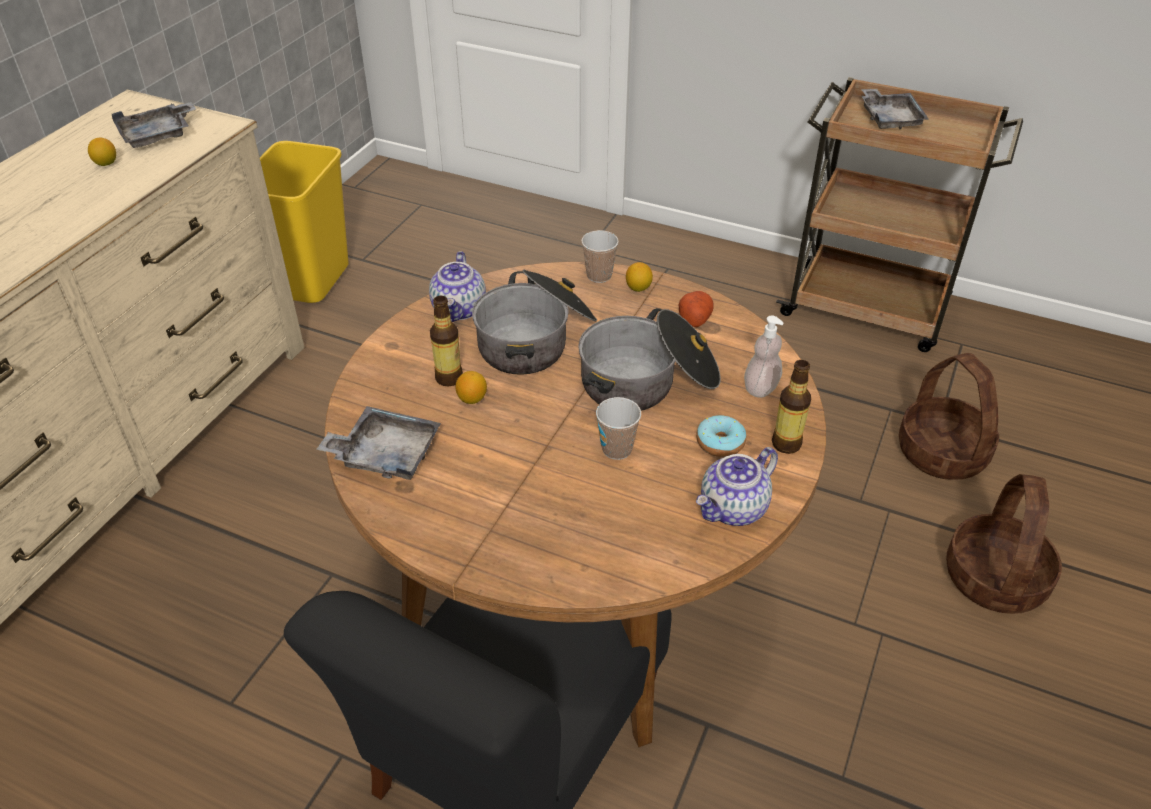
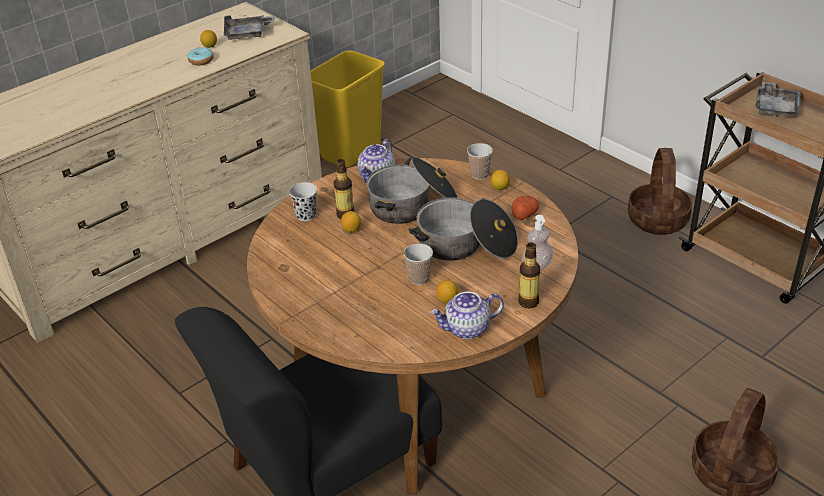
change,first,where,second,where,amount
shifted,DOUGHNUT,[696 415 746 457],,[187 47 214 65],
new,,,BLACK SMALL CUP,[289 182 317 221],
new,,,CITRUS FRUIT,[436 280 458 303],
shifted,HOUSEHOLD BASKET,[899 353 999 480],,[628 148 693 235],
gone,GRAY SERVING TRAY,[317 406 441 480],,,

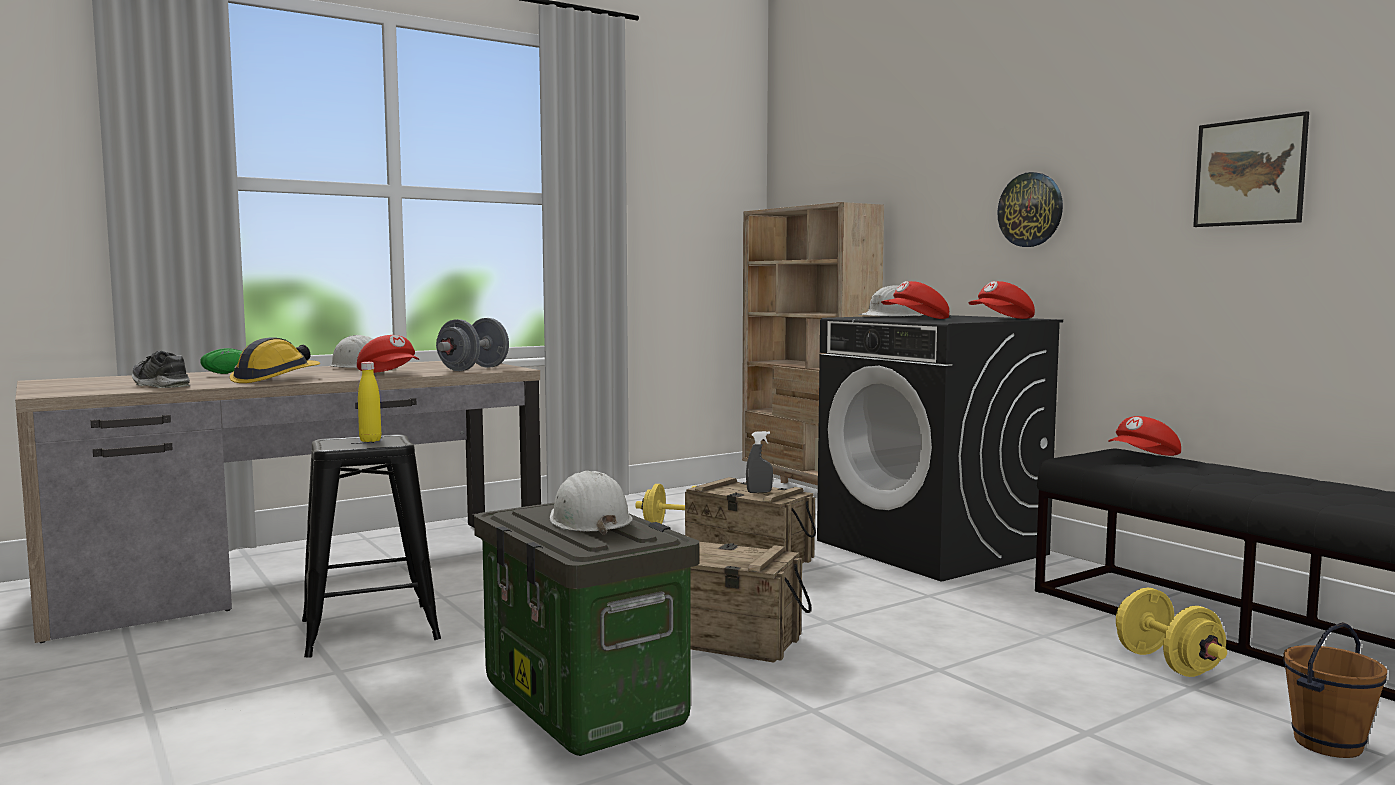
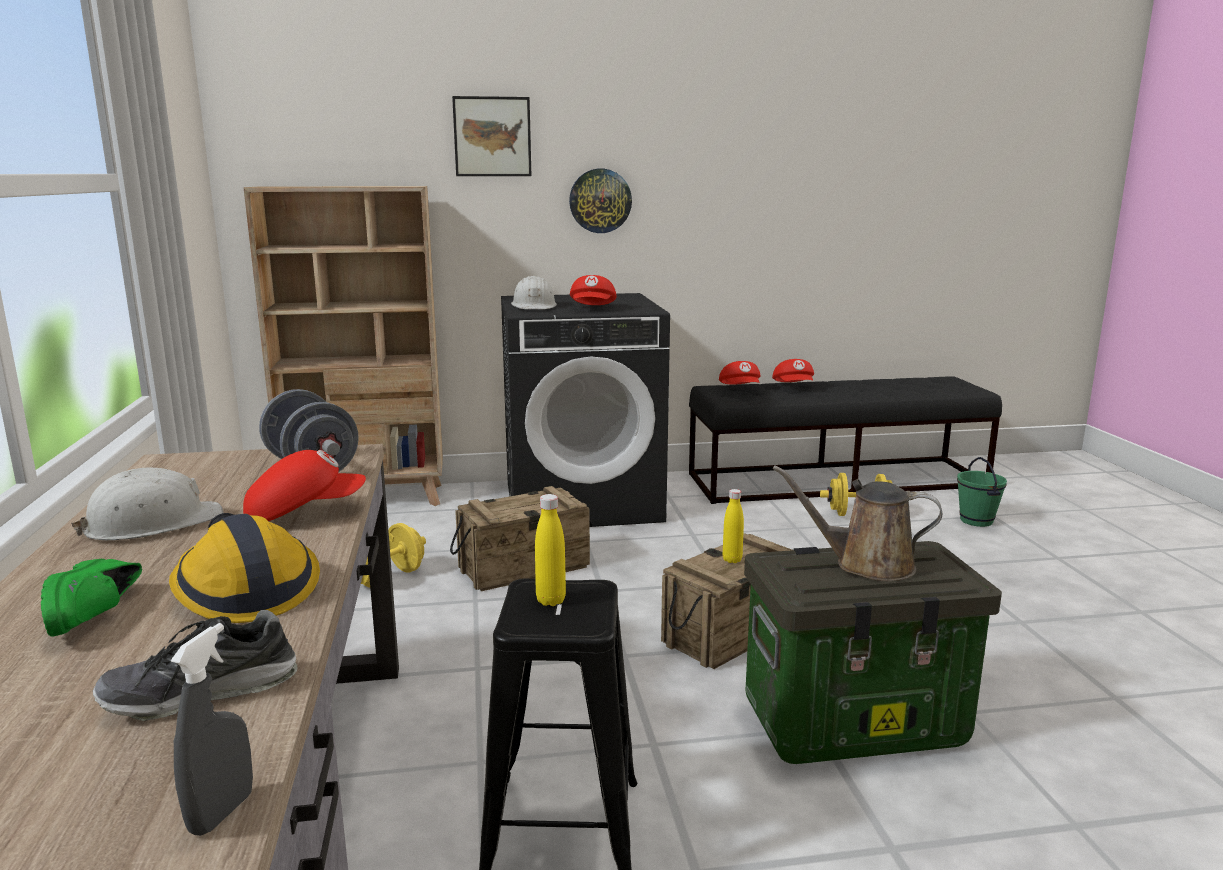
change,first,where,second,where,amount
shifted,GRAY SPRAYER,[746 431 773 493],,[171 623 253 836],
shifted,PICTURE,[1193 111 1309 227],,[452 96 531 176],
new,,,YELLOWISH DRINK BOTTLE,[723 489 744 563],
shifted,REDDISH CAP,[969 281 1035 319],,[772 359 814 382],
swapped,WHITE WORK HELMET,[550 471 633 535],BROWNISH WATERING POT,[773 465 942 581],
repainted,BROWNISH BUCKET,[1283 622 1387 758],GREEN BUCKET,[957 457 1007 527],

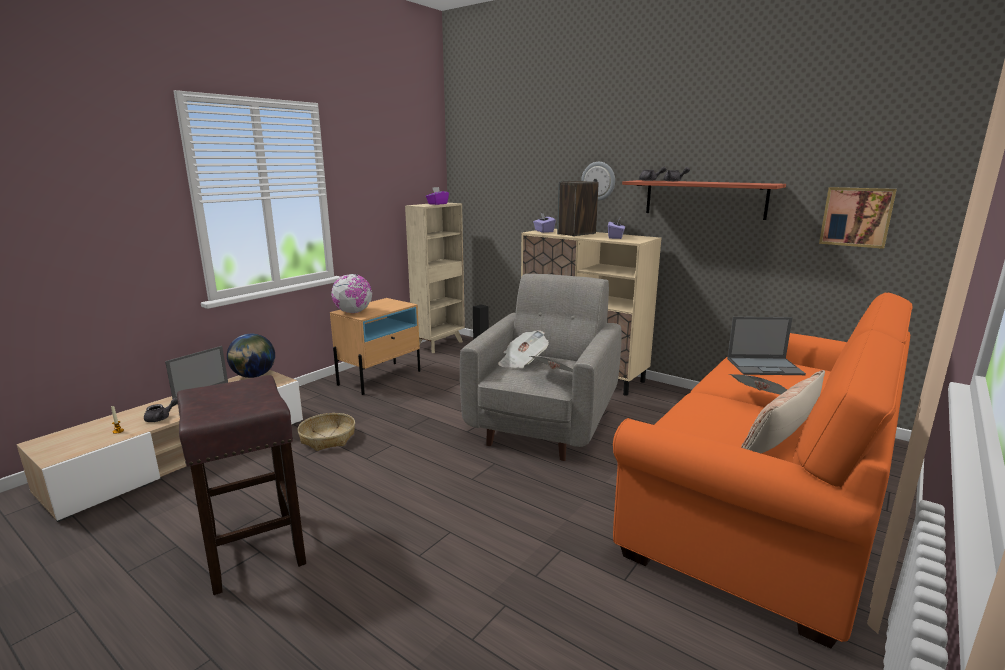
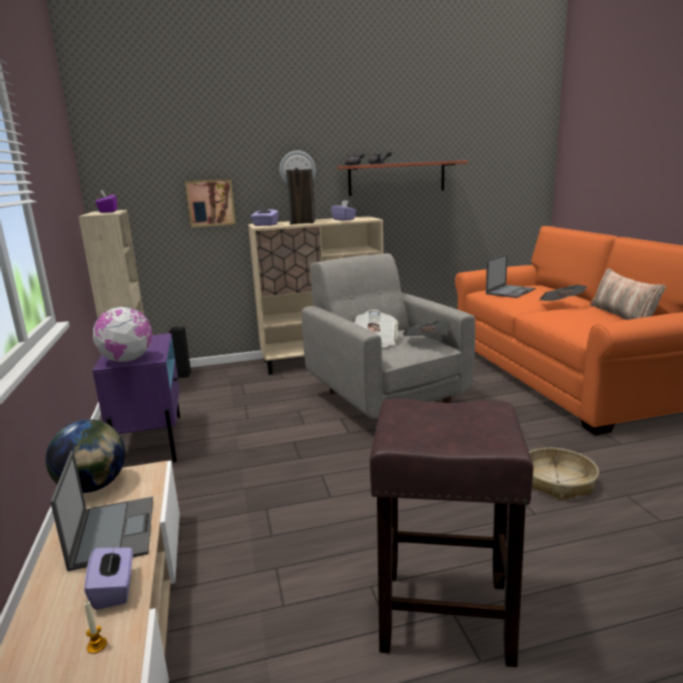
change,first,where,second,where,amount
swapped,GRAY TEAPOT,[144 397 178 422],PURPLISH TISSUE HOLDER,[84 542 133 610],
repainted,SAND-COLOURED NIGHT TABLE,[330 298 420 395],PURPLISH NIGHT TABLE,[93 333 180 462],
shifted,PICTURE,[819 187 897 249],,[185 179 236 227],
shifted,HOUSEHOLD BASKET,[298 413 355 451],,[529 448 599 501],

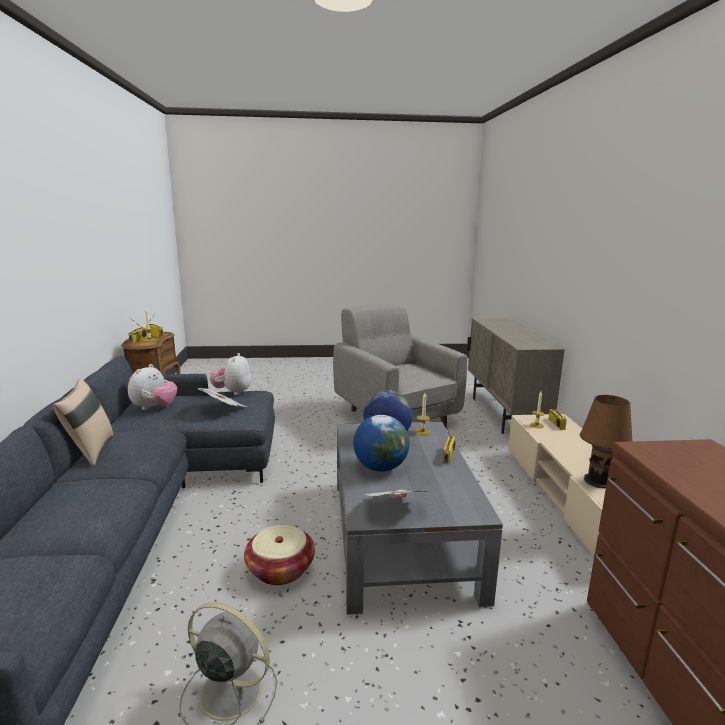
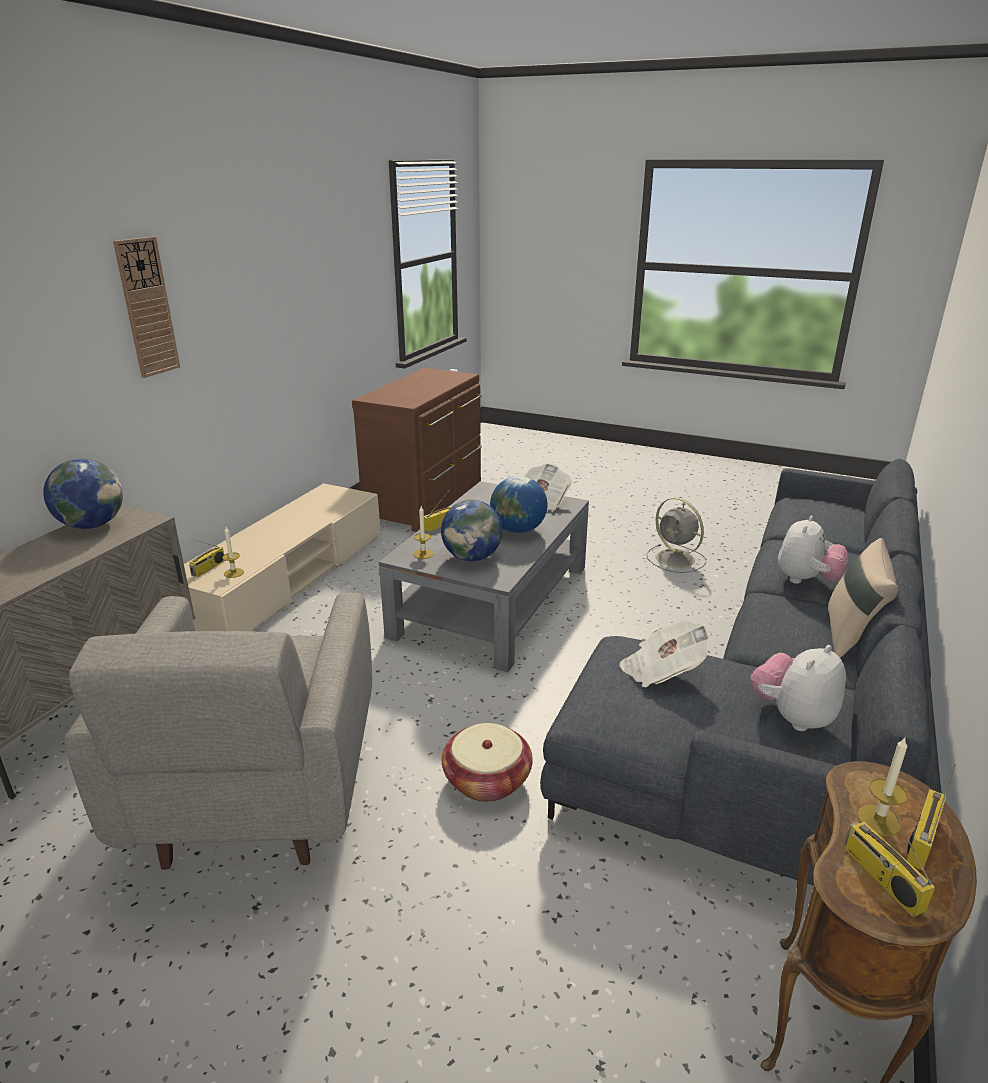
change,first,where,second,where,amount
new,,,DESK GLOBE,[43 459 123 529],
new,,,CLOCK ON THE WALL,[113 237 180 378],
shifted,HOUSEHOLD BASKET,[244 525 315 585],,[442 723 533 802],
shifted,PLUSH TOY,[210 353 251 395],,[778 516 848 584],
gone,BROWNISH TABLETOP LAMP,[580 395 633 489],,,

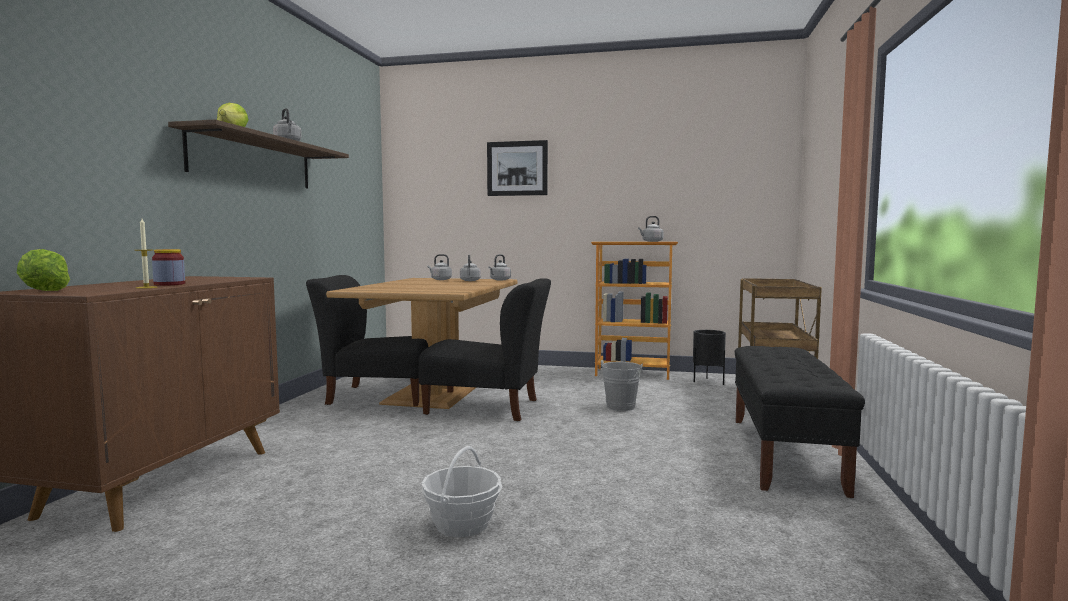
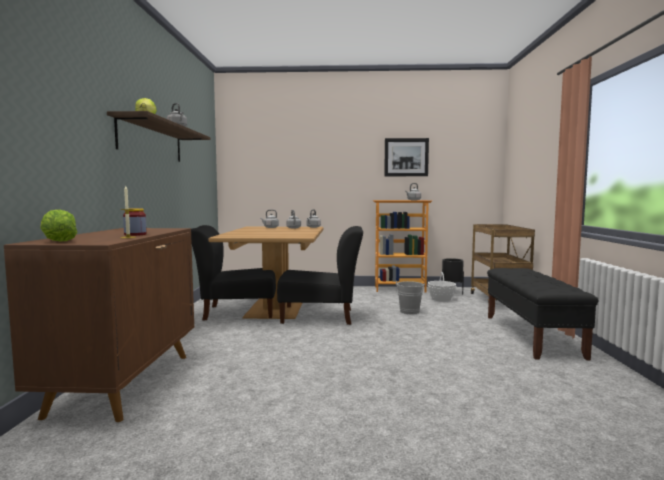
change,first,where,second,where,amount
shifted,PICTURE,[487 140 548 196],,[384 138 429 176],
shifted,HOUSEHOLD BASKET,[421 446 502 537],,[428 272 456 302],

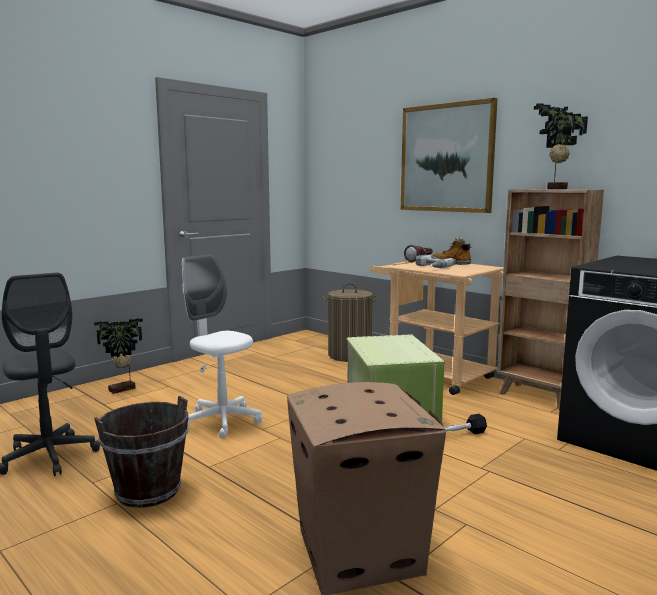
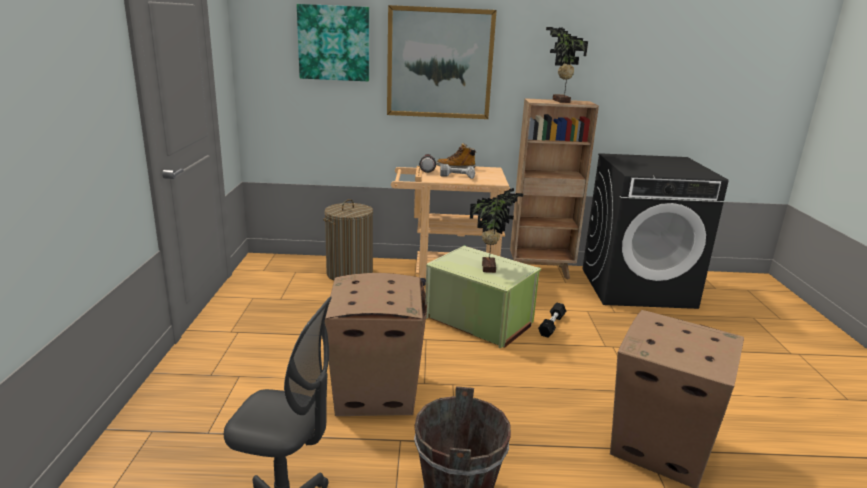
change,first,where,second,where,amount
new,,,PICTURE,[297 4 369 81],
swapped,WHITE DESK CHAIR,[182 254 262 439],CARTON,[324 273 427 416],
shifted,PLANT IN A POT,[94 319 143 394],,[470 188 524 273],

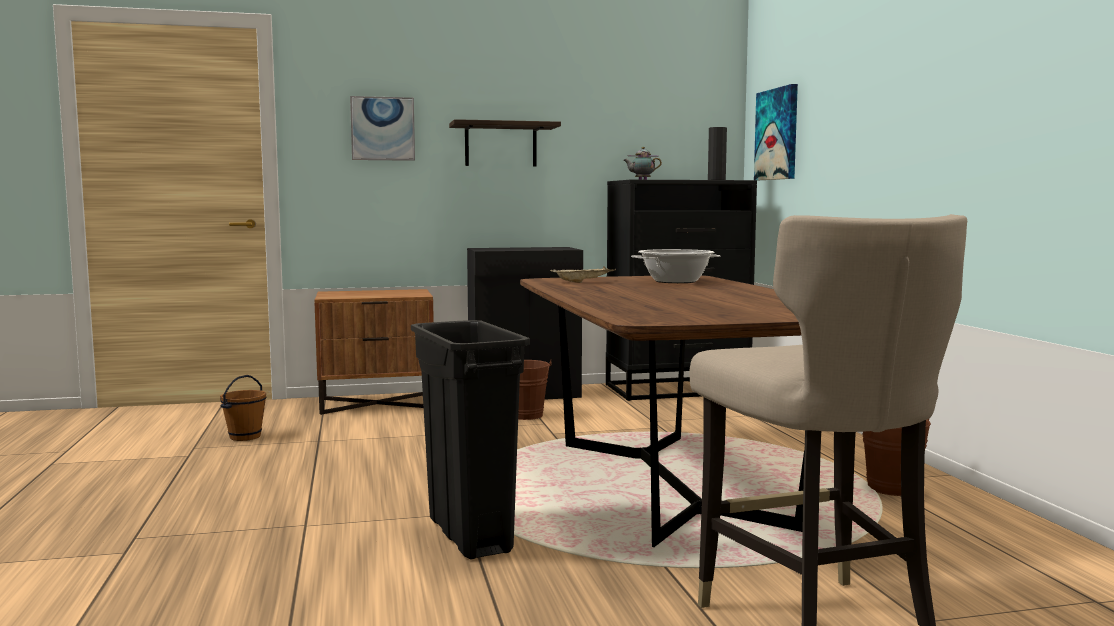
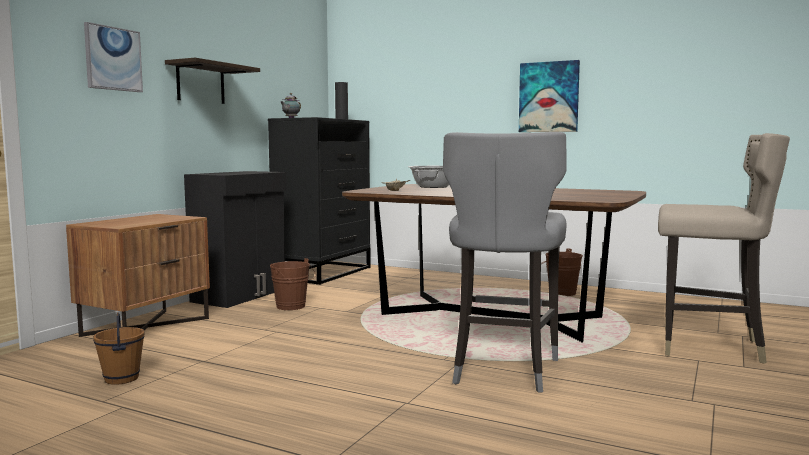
change,first,where,second,where,amount
swapped,BLACK WASTE BIN,[411 320 530 559],GRAY SITTING STOOL,[443 132 567 393],
shifted,PICTURE,[754 84 798 180],,[519 60 580 132],

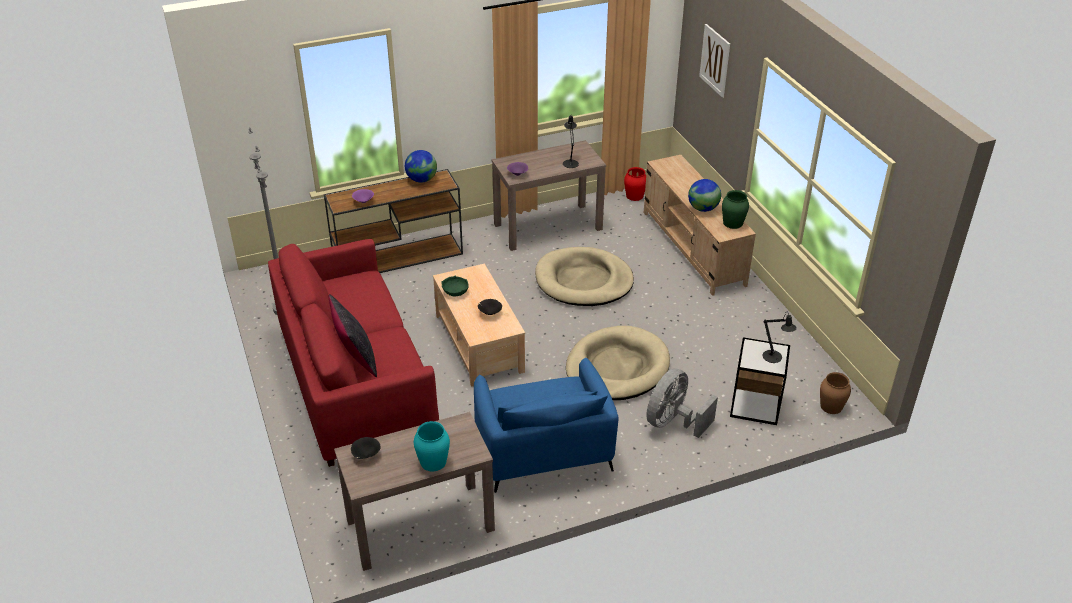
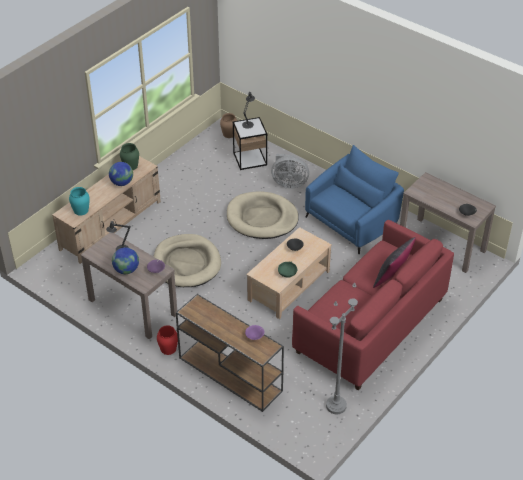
change,first,where,second,where,amount
shifted,TURQUOISE-COLOURED DECORATIVE VASE,[414 421 450 472],,[69 187 90 215],
shifted,DESK GLOBE,[405 150 437 183],,[112 247 139 274],
shifted,REDDISH DECORATIVE VASE,[624 167 646 201],,[157 325 178 355],
gone,PICTURE,[699 24 730 97],,,

